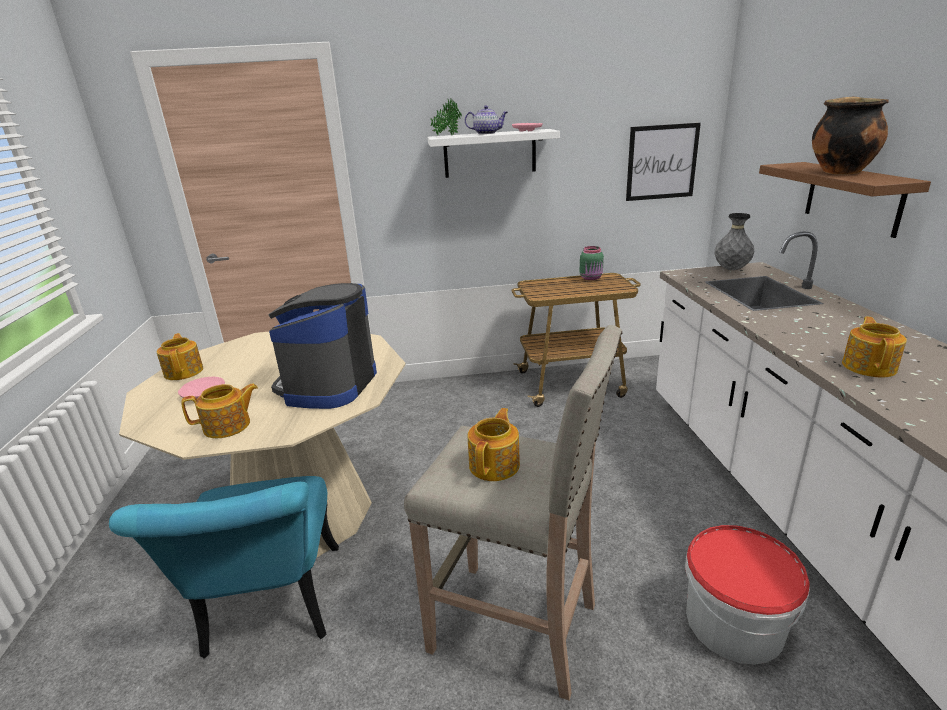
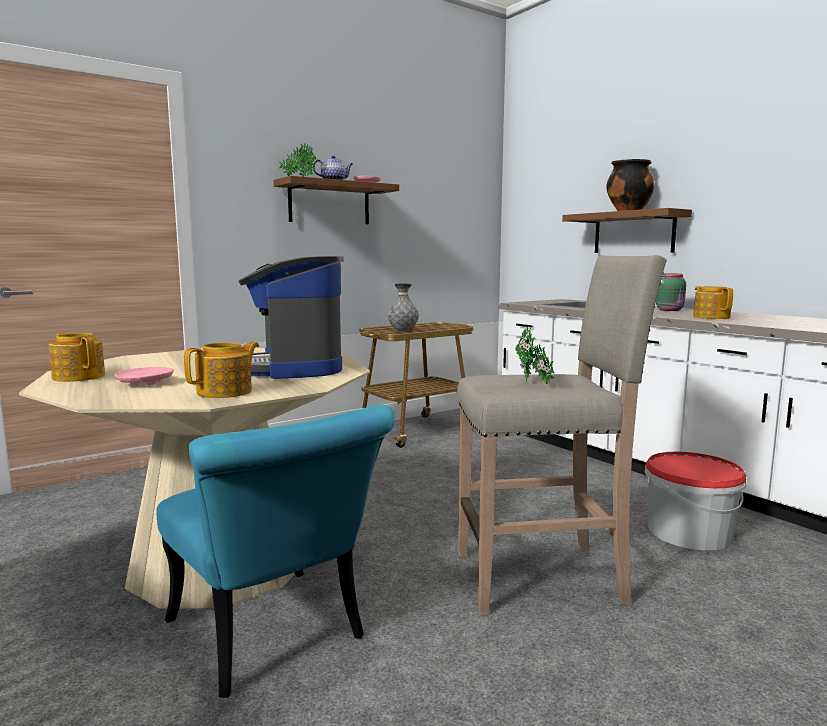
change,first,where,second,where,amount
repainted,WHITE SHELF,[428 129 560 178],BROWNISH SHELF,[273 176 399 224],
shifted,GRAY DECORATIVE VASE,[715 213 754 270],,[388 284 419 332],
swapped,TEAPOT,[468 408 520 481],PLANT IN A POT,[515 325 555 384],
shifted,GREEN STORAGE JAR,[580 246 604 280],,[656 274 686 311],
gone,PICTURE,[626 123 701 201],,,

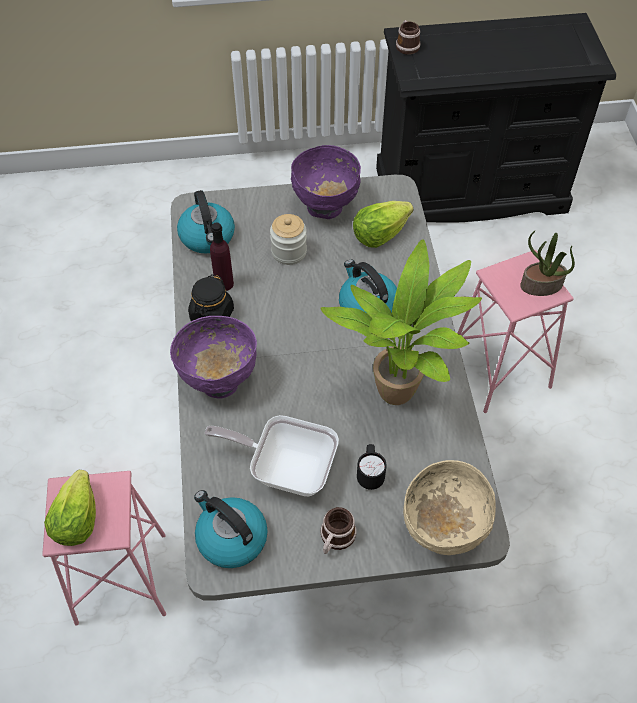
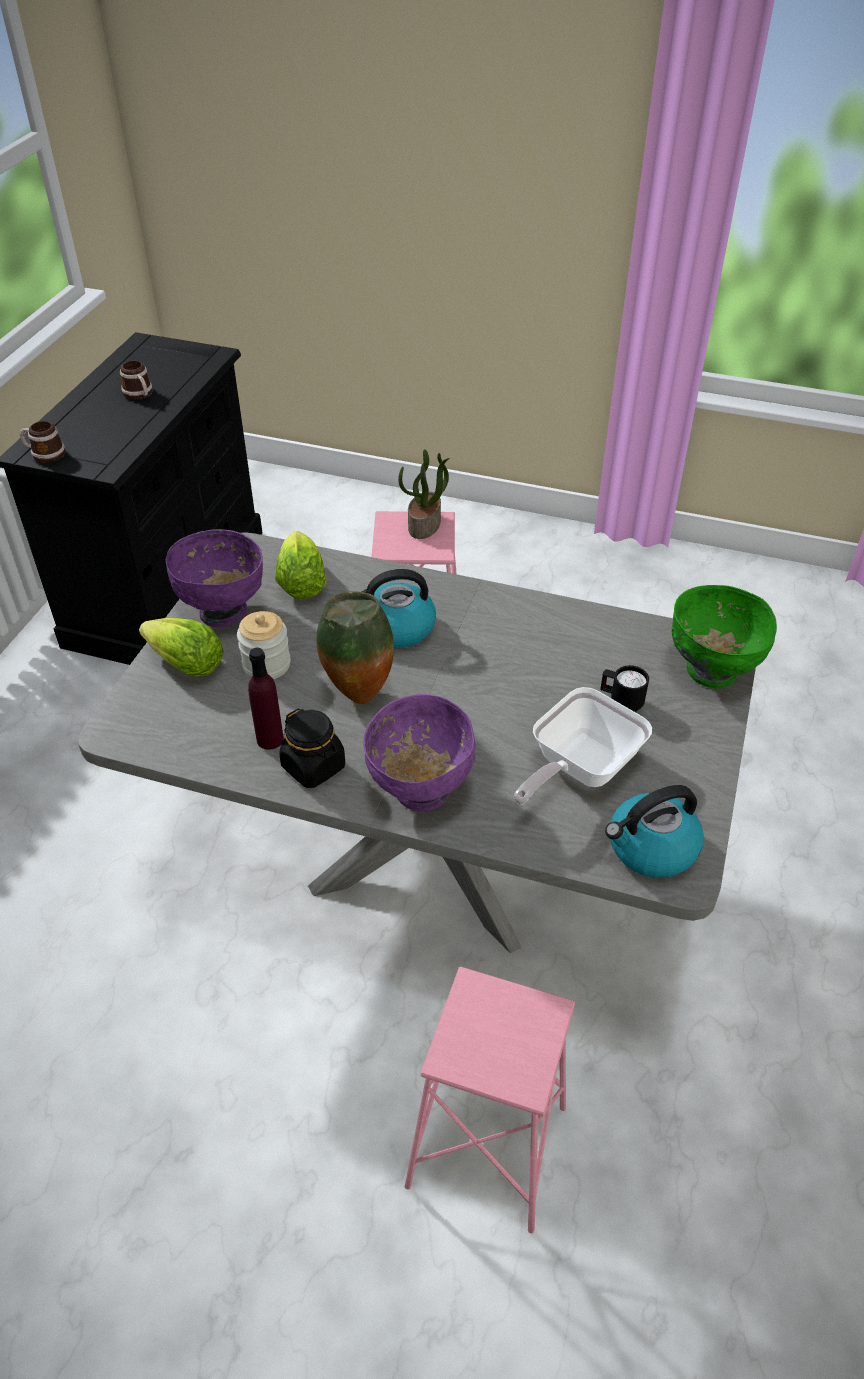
change,first,where,second,where,amount
shifted,COFFEE MUG,[321 507 356 554],,[120 360 153 400],
shifted,LETTUCE,[44 470 96 546],,[139 618 224 677],
new,,,DECORATIVE VASE,[316 591 394 704],
repainted,SAND-COLOURED SERVING BOWL,[403 460 496 555],GREEN SERVING BOWL,[672 585 777 689],
gone,KETTLE,[177 190 235 254],,,
gone,PLANT IN A POT,[320 239 482 405],,,

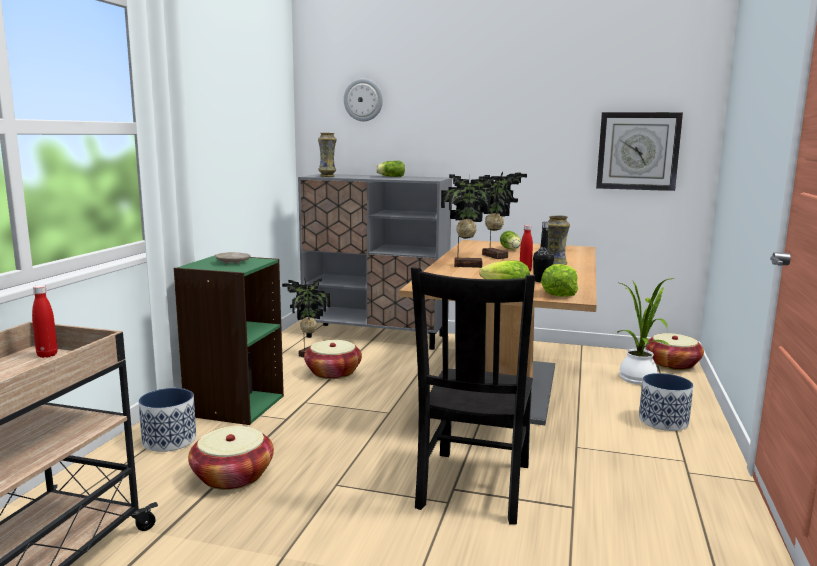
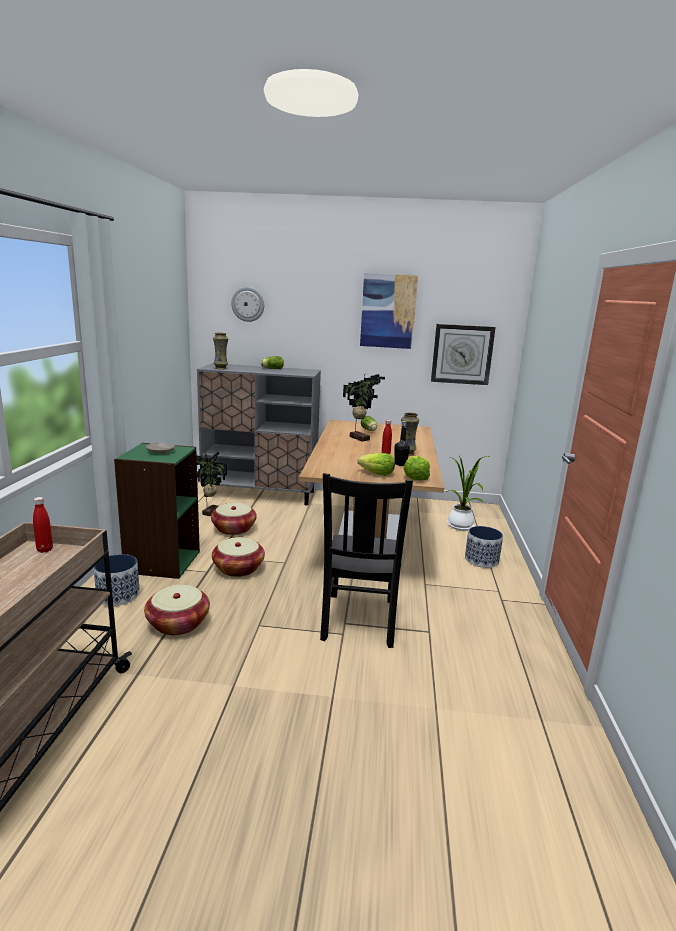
change,first,where,second,where,amount
shifted,HOUSEHOLD BASKET,[646 333 704 370],,[212 537 265 577],
new,,,PICTURE,[360 273 418 349],
gone,PLANT IN A POT,[441 174 500 268],,,

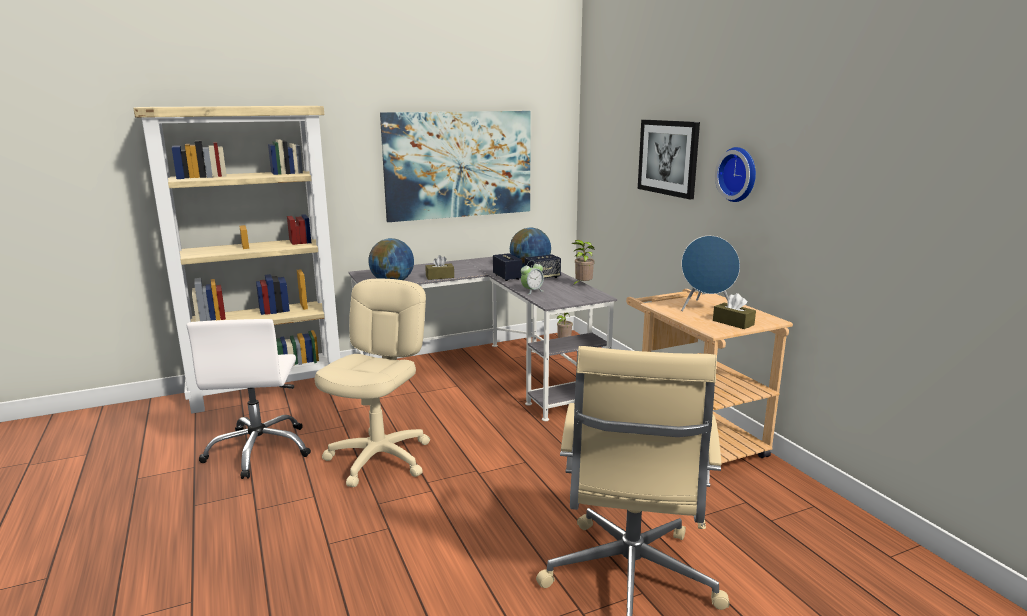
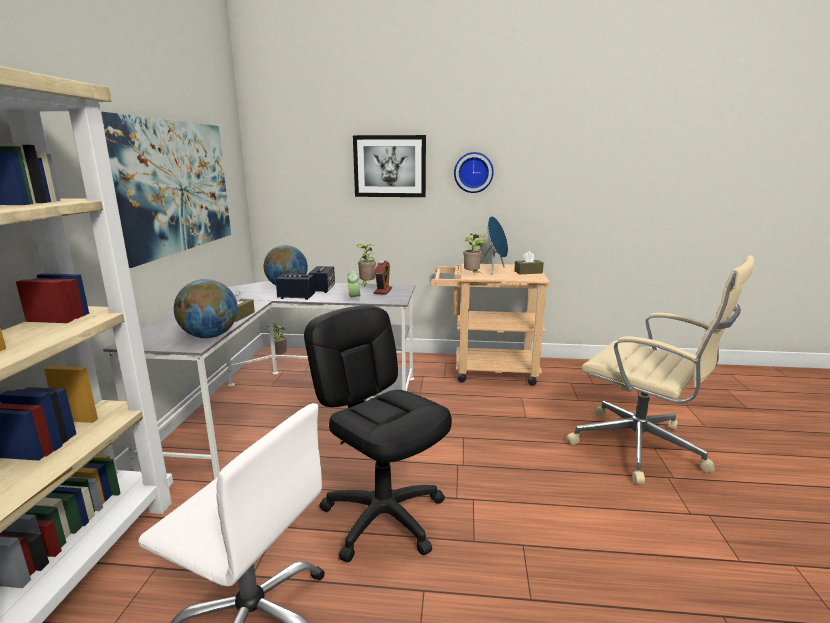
change,first,where,second,where,amount
repainted,SAND-COLOURED DESK CHAIR,[315 279 430 487],BLACK DESK CHAIR,[304 305 452 562],
new,,,BEDSIDE CLOCK,[374 260 392 295],
new,,,PLANT IN A POT,[463 234 486 275],

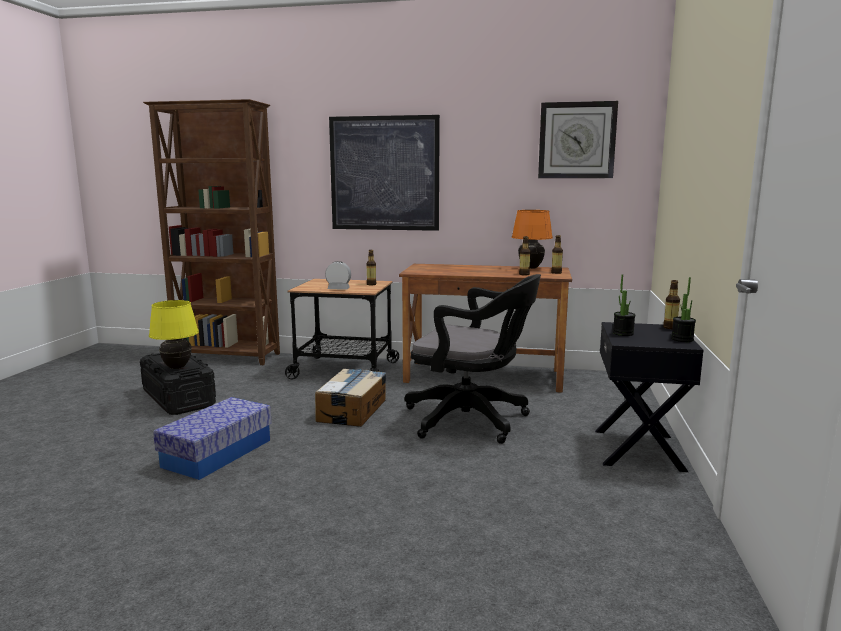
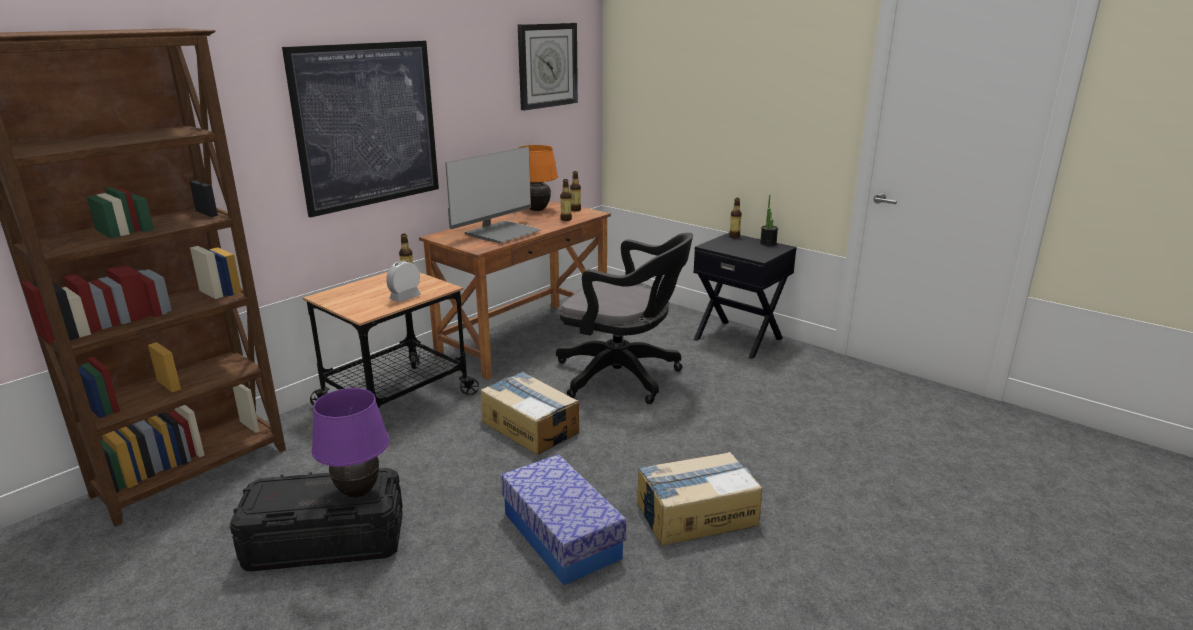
change,first,where,second,where,amount
repainted,YELLOWISH TABLETOP LAMP,[149 300 199 369],PURPLISH TABLETOP LAMP,[311 388 389 498],
new,,,MONITOR,[445 147 541 243],
rotated,BLACK DESK CHAIR,[405 274 541 444],,[556 233 693 404],60 degrees clockwise
new,,,CARTON,[637 452 763 546],
gone,PLANT IN A POT,[613 274 635 336],,,

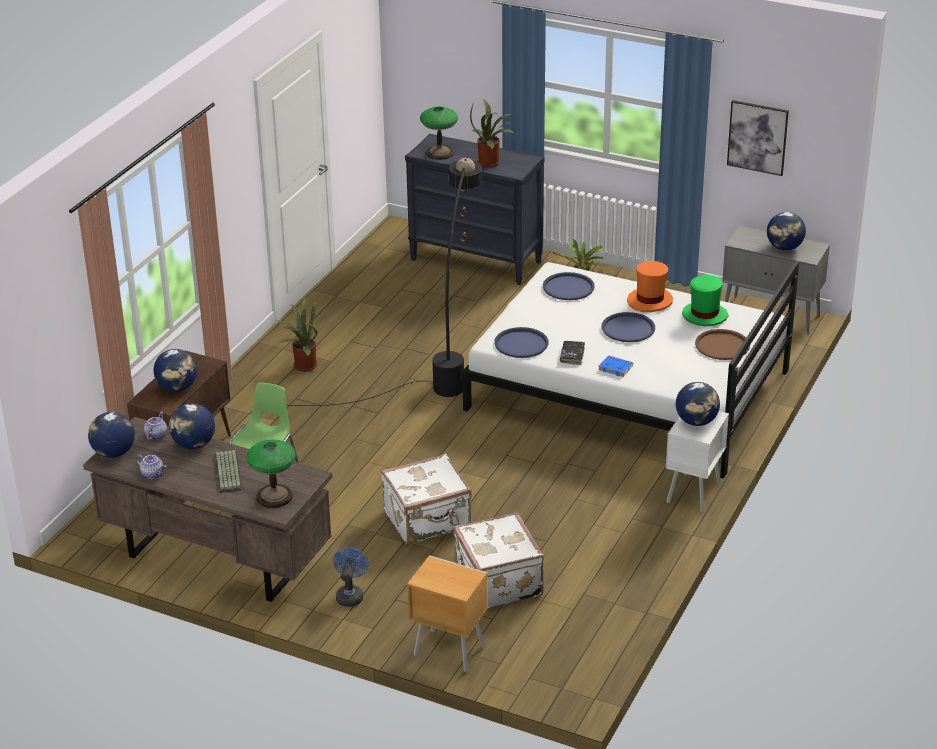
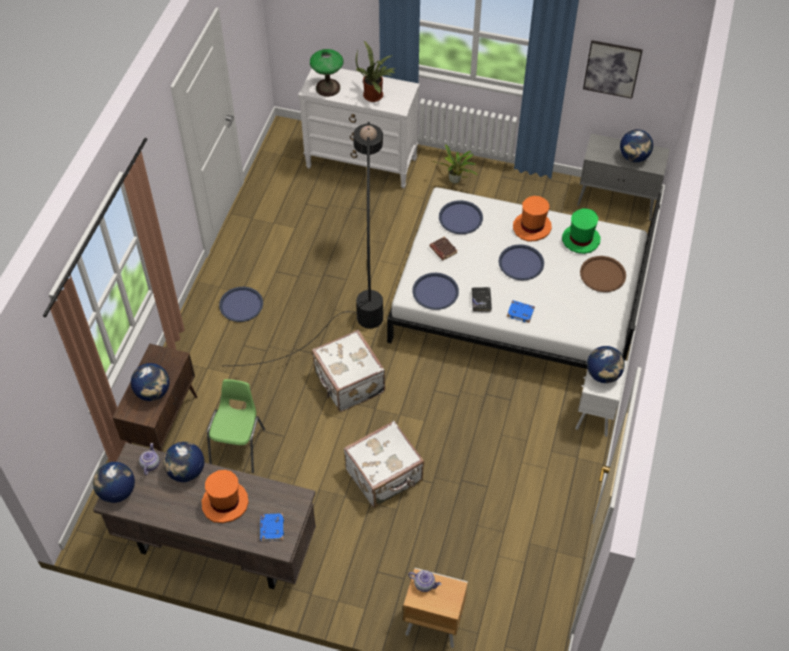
change,first,where,second,where,amount
swapped,PC KEYBOARD,[214 450 242 493],ORANGEY WEARABLE HAT,[202 470 249 523],
swapped,PLANT IN A POT,[275 298 318 371],BLUE-COLOURED SERVING TRAY,[219 287 263 322],
swapped,TABLETOP LAMP,[246 439 296 508],BLUE-COLOURED VOLUME,[260 513 284 541],
repainted,BLACK CHEST OF DRAWERS,[405 133 545 285],WHITE CHEST OF DRAWERS,[298 68 420 188],
shifted,WHITE TRAVEL CASE,[453 512 544 610],,[312 330 385 412],
shifted,TEAPOT,[136 455 166 479],,[408 570 442 592],
new,,,BROWNISH VOLUME,[429 236 458 261],
gone,BLUE-COLOURED ELECTRIC FAN,[333 547 369 607],,,

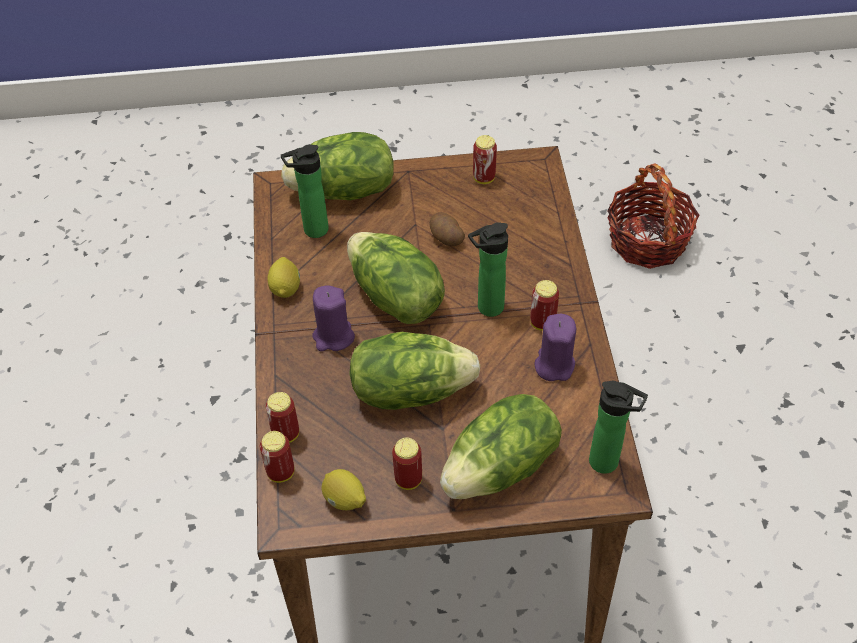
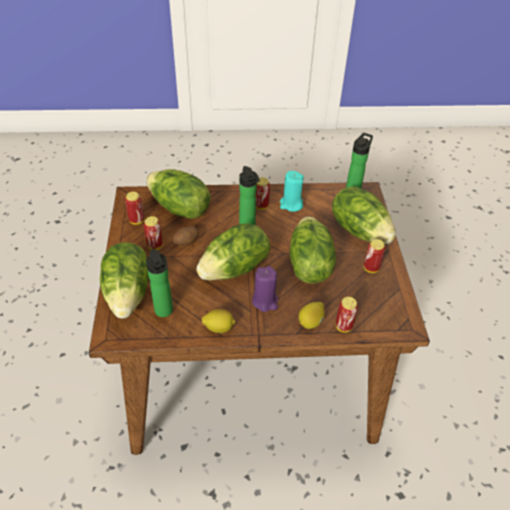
change,first,where,second,where,amount
shifted,CAN,[260 431 294 483],,[144 216 163 250],
new,,,LETTUCE,[146 169 211 219],
repainted,PURPLISH CANDLE,[534 314 576 381],TURQUOISE-COLOURED CANDLE,[280 171 304 212],
shifted,CITRUS FRUIT,[321 469 366 510],,[299 302 325 329],
gone,HOUSEHOLD BASKET,[607 163 700 269],,,

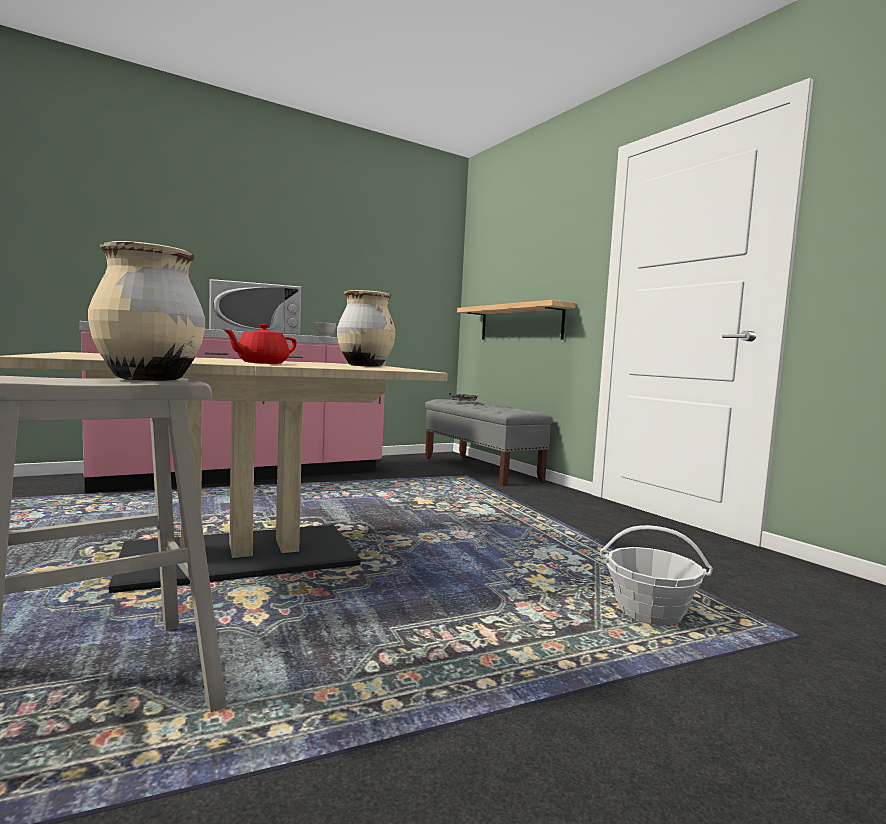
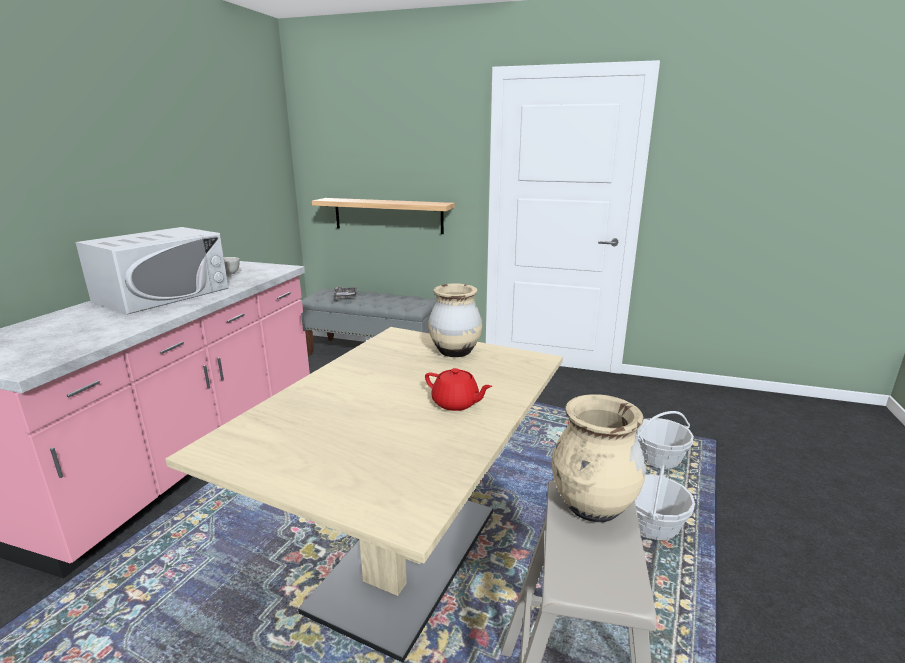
change,first,where,second,where,amount
rotated,REDDISH TEAPOT,[223 324 297 364],,[425 368 492 411],60 degrees counterclockwise
new,,,HOUSEHOLD BASKET,[635 464 695 540],

